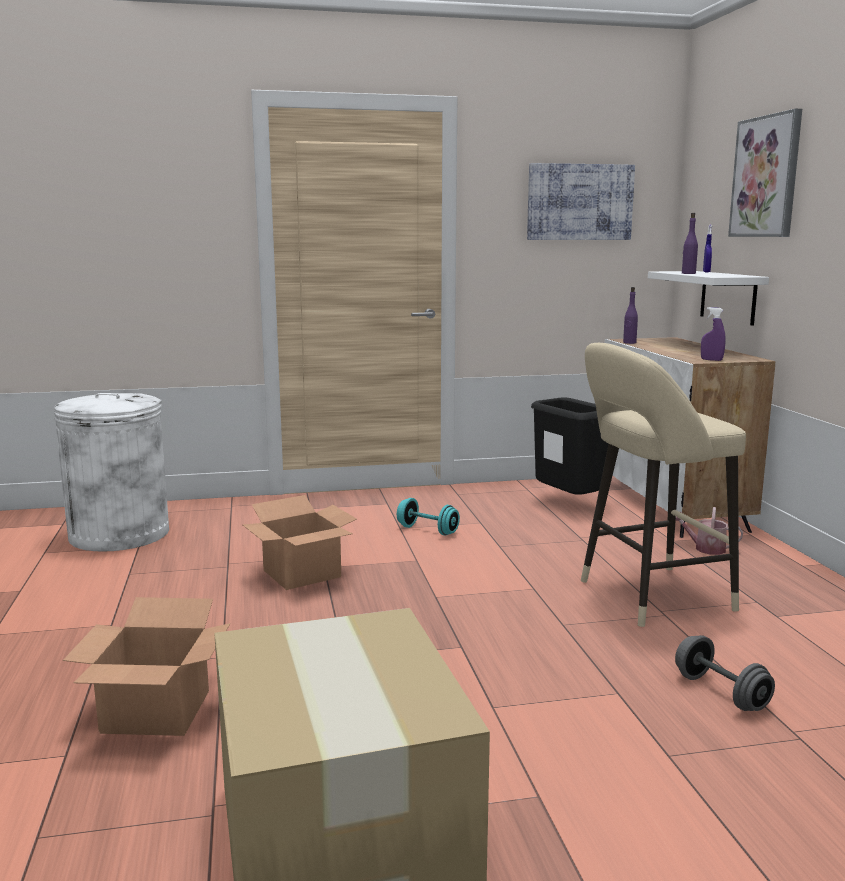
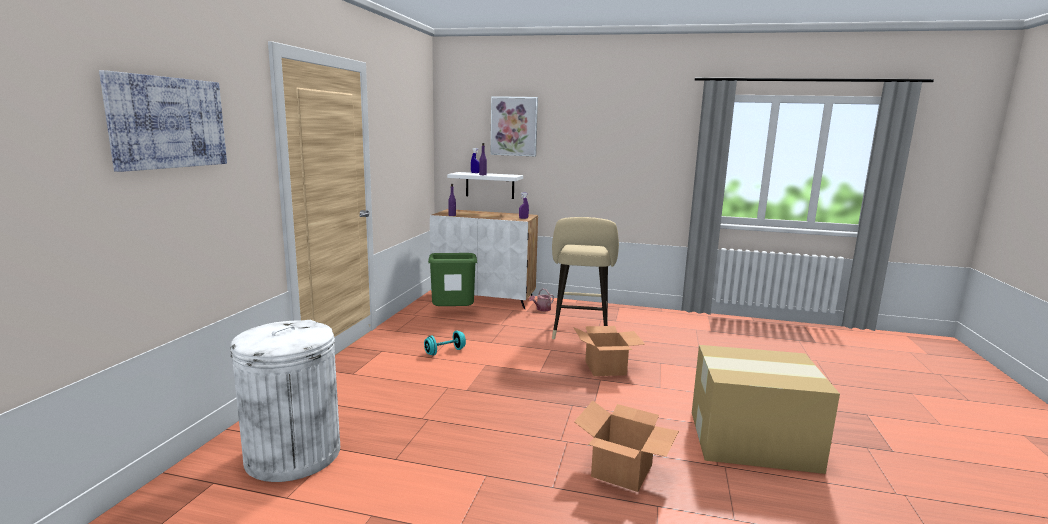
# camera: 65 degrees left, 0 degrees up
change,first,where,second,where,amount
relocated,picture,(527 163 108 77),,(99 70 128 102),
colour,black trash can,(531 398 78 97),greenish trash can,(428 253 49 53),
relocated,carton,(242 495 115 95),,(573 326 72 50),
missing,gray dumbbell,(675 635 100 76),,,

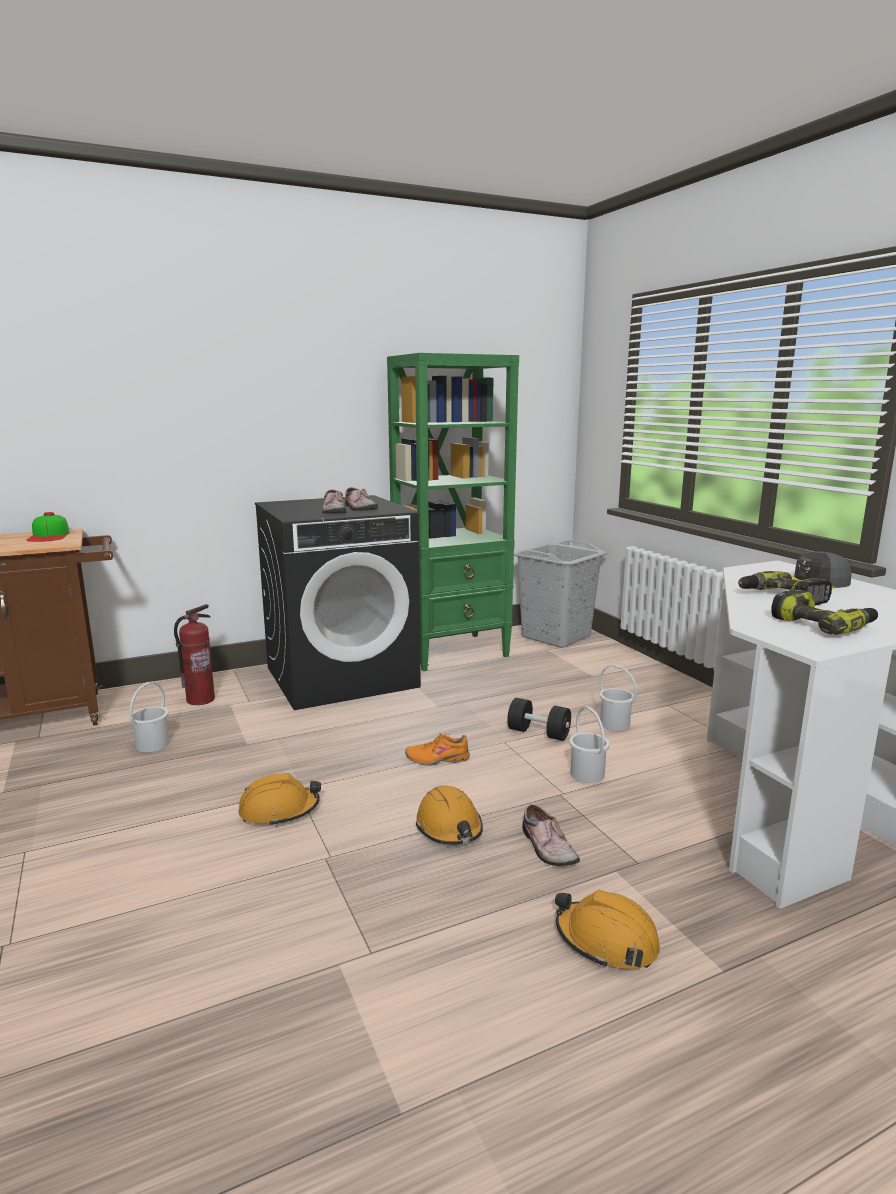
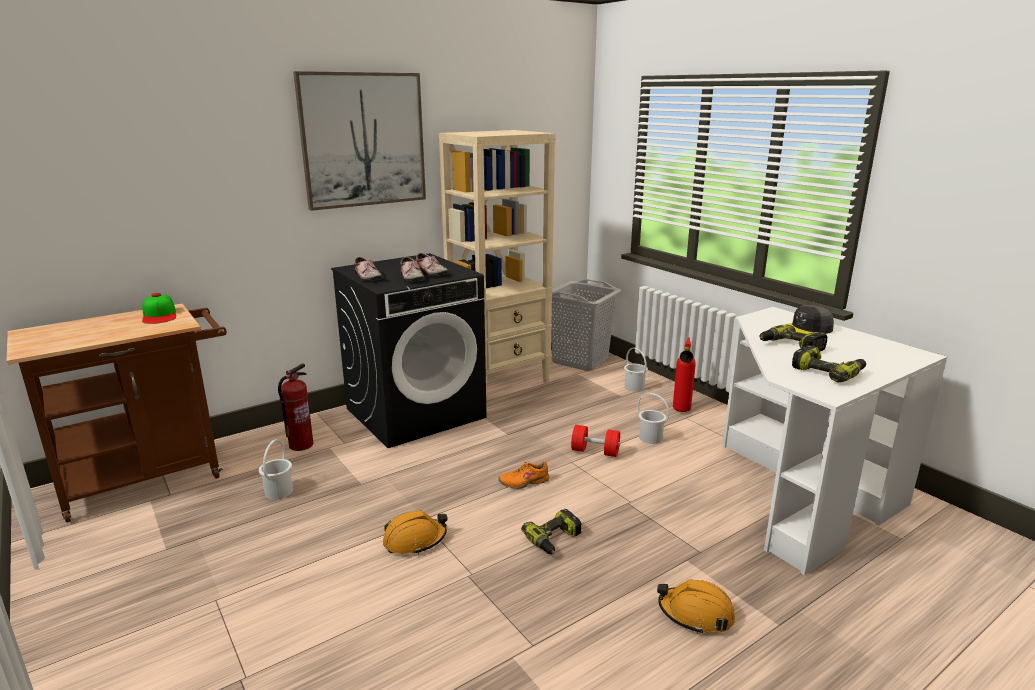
# camera: 10 degrees left, 5 degrees up
change,first,where,second,where,amount
colour,greenish bookshelf,(387 353 132 318),beige-coloured bookshelf,(439 130 117 267),
colour,black dumbbell,(507 698 64 43),reddish dumbbell,(571 425 49 32),
relocated,white-coloured water bucket,(569 706 41 77),,(624 348 24 44),
exchanged,orange hard hat,(416 785 67 60),drill,(521 509 60 45),
relocated,shoe,(522 804 58 62),,(354 257 30 24),
appeared,,,picture,(293 71 133 140),
appeared,,,fire-fighting cylinder,(673 337 23 75),

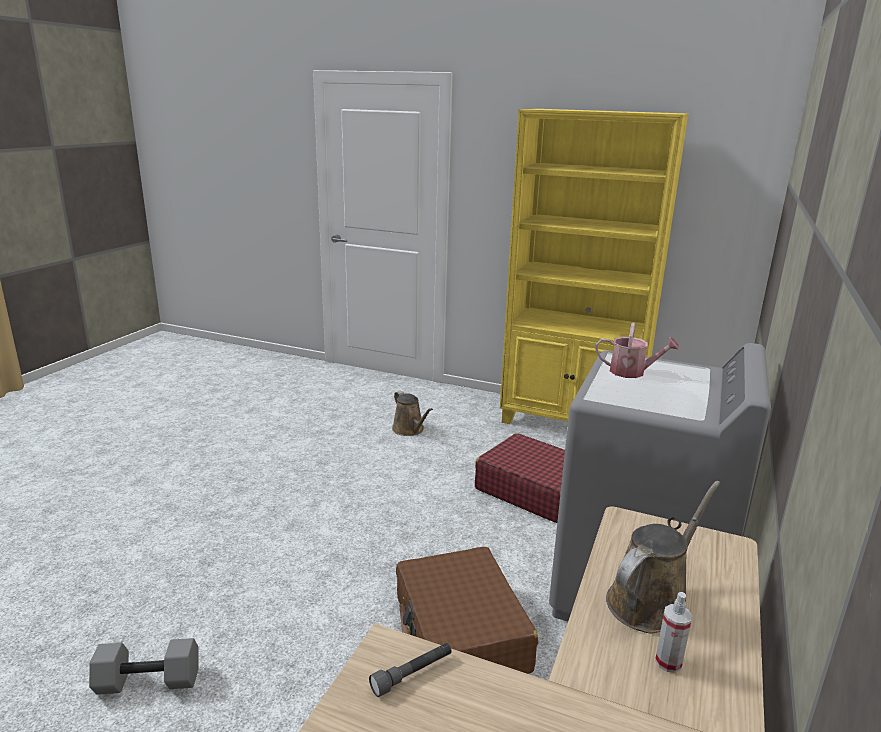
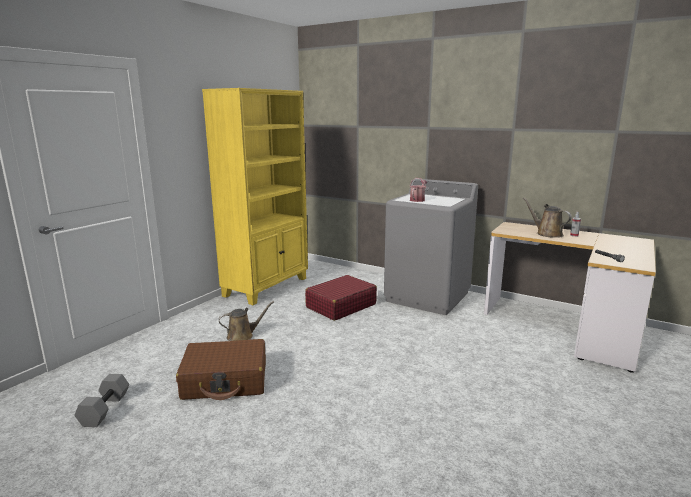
# camera: 80 degrees left, 5 degrees down
change,first,where,second,where,amount
relocated,brownish piece of luggage,(396 547 142 127),,(176 339 90 61),
relocated,gray dumbbell,(89 638 109 57),,(74 374 55 53),

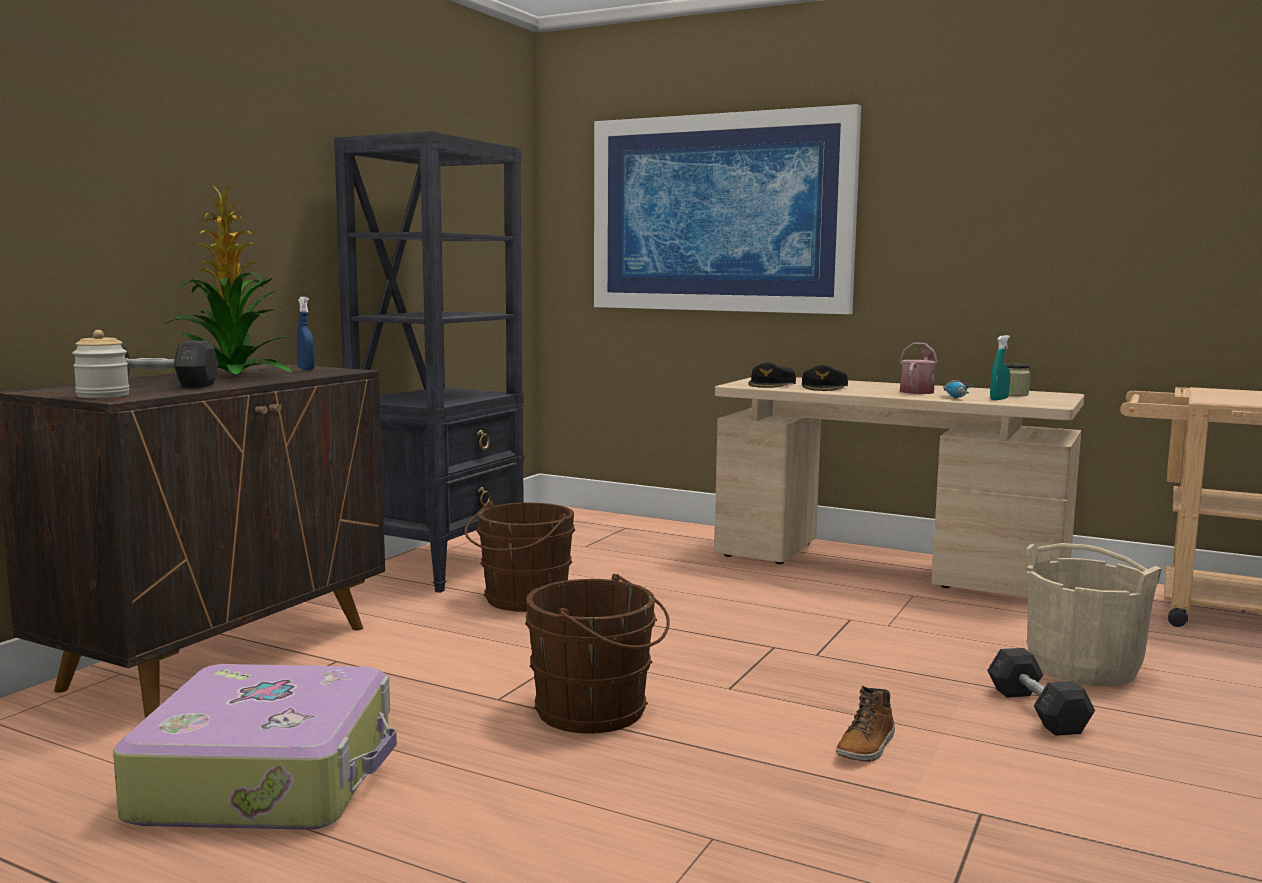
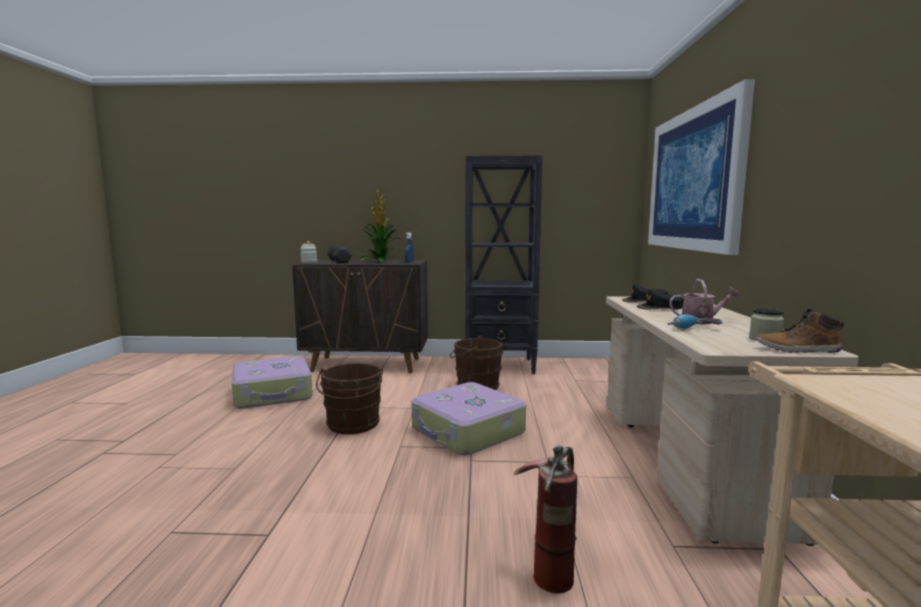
# camera: 65 degrees right, 0 degrees up
change,first,where,second,where,amount
missing,turquoise-coloured sprayer,(990 335 20 65),,,
exchanged,beige-coloured water bucket,(1026 543 136 143),fire-fighting cylinder,(514 445 63 149),
missing,gray dumbbell,(987 648 108 88),,,
relocated,high-top boot,(836 686 59 76),,(756 309 88 44),
appeared,,,piece of luggage,(412 382 114 74),

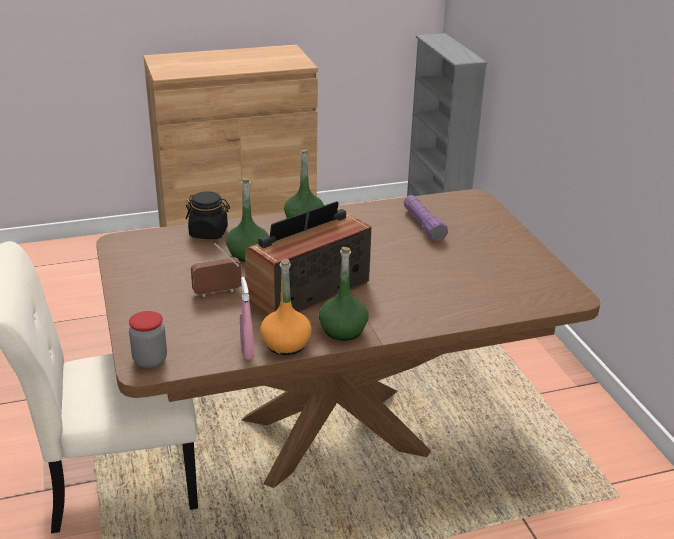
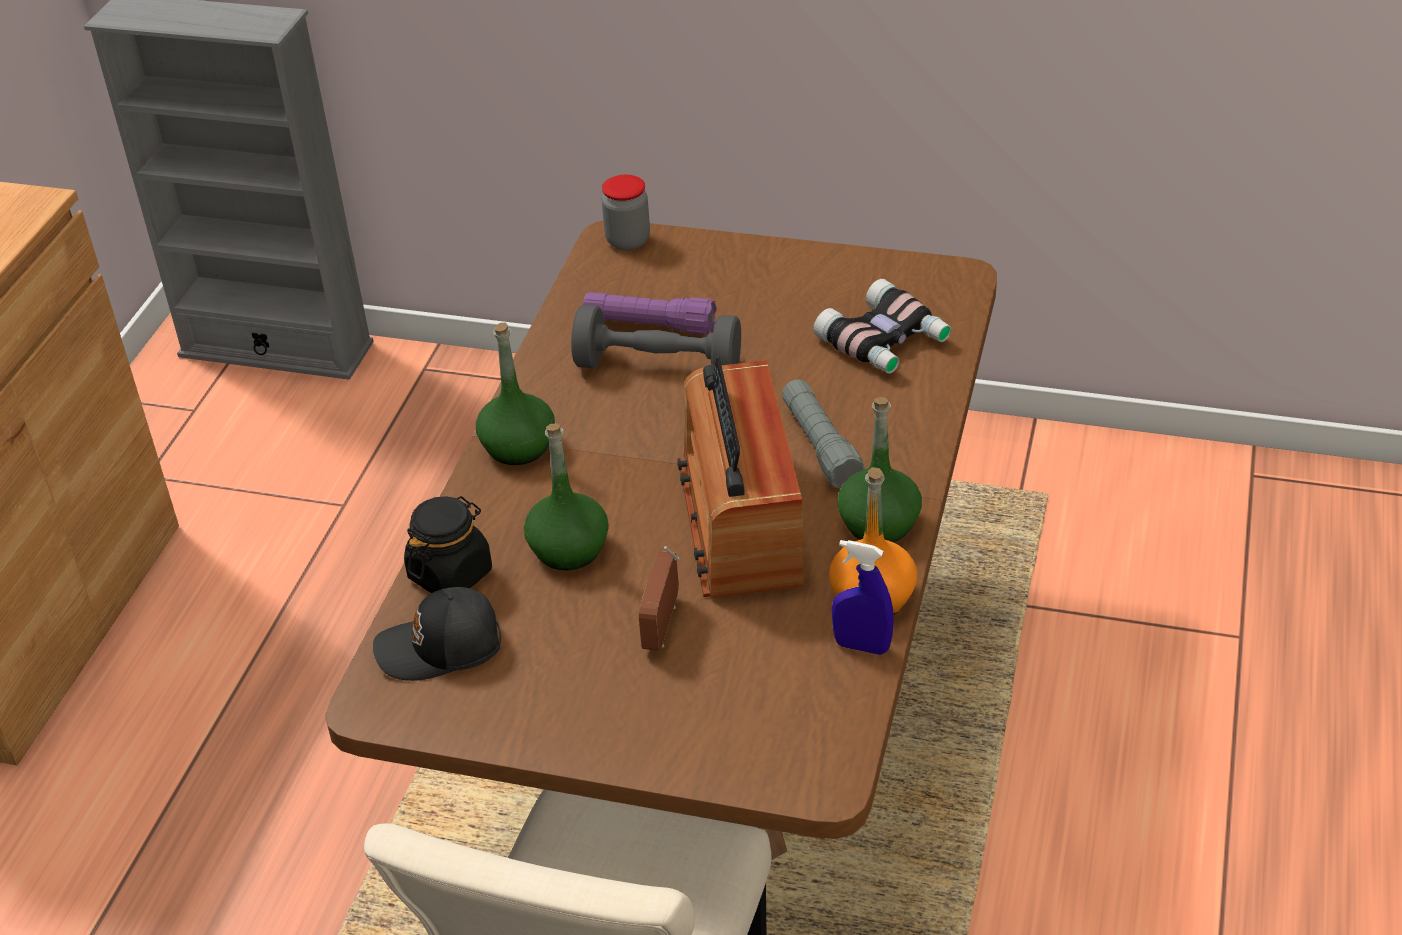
# camera: 55 degrees left, 10 degrees up
change,first,where,second,where,amount
colour,pink sprayer,(240 277 14 83),blue-coloured sprayer,(832 540 62 115),
relocated,storage jar,(129 311 38 57),,(601 175 49 75),
appeared,,,binoculars,(813 279 138 94),
appeared,,,gray dumbbell,(571 305 170 63),
appeared,,,gray flashlight,(782 379 83 110),
appeared,,,black cap,(373 587 128 94),

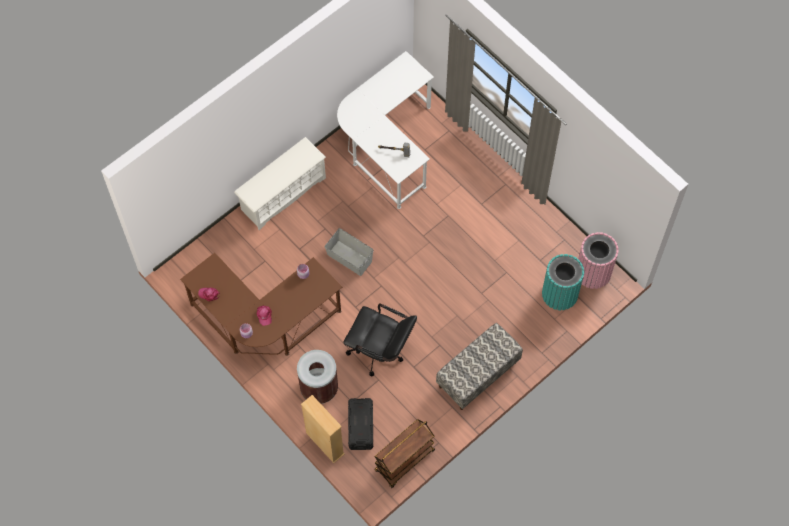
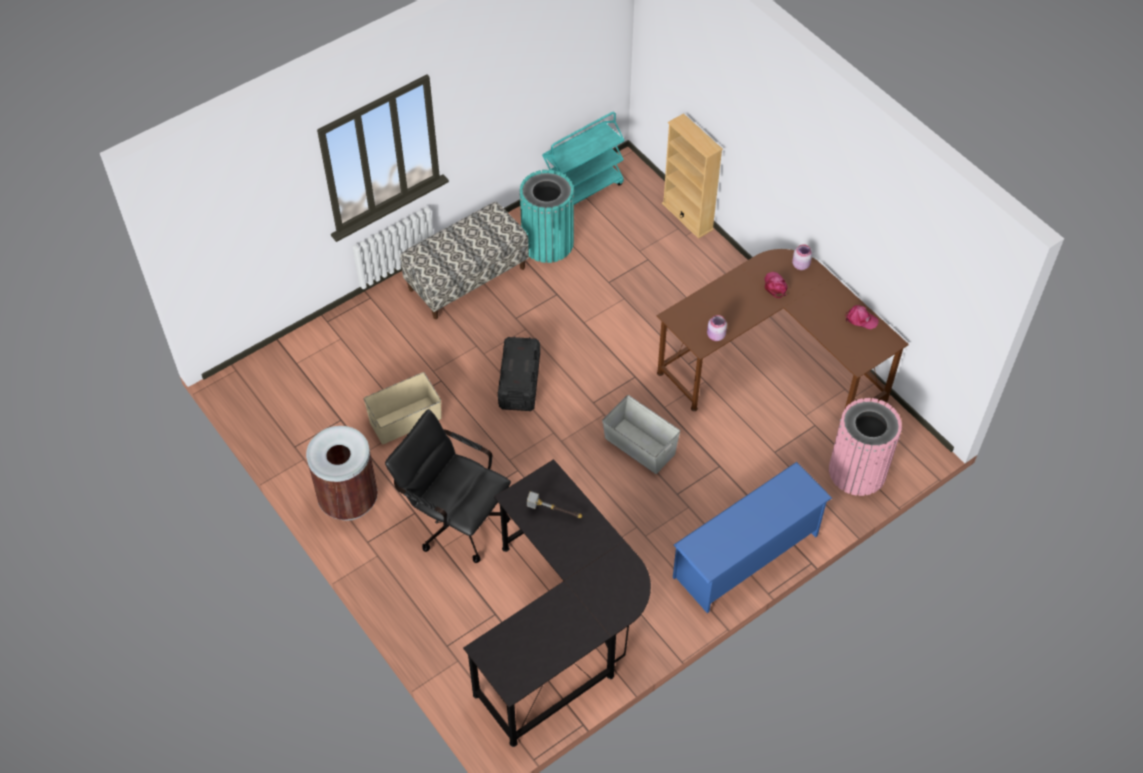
# camera: 175 degrees left, 10 degrees down
change,first,where,second,where,amount
colour,white-coloured desk unit,(337 51 97 158),black desk unit,(463 459 188 288),
colour,white-coloured shoe shelf,(234 137 92 93),blue-coloured shoe shelf,(673 462 159 151),
relocated,pink trash can,(578 232 40 57),,(829 398 73 98),
relocated,turquoise-coloured trash can,(542 254 42 56),,(519 170 55 93),
relocated,black desk chair,(343 303 74 73),,(385 409 126 154),
relocated,brownish trash can,(297 350 41 54),,(306 426 72 95),
relocated,black storage container,(348 398 25 52),,(498 336 42 75),
colour,brownish wheeled cart,(374 419 61 69),turquoise-coloured wheeled cart,(542 112 82 93),
appeared,,,beige-coloured storage container,(364 372 78 72),

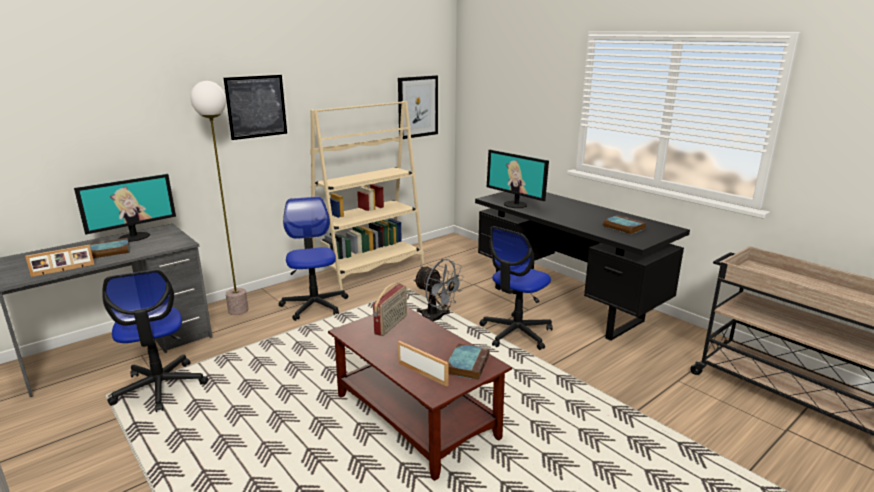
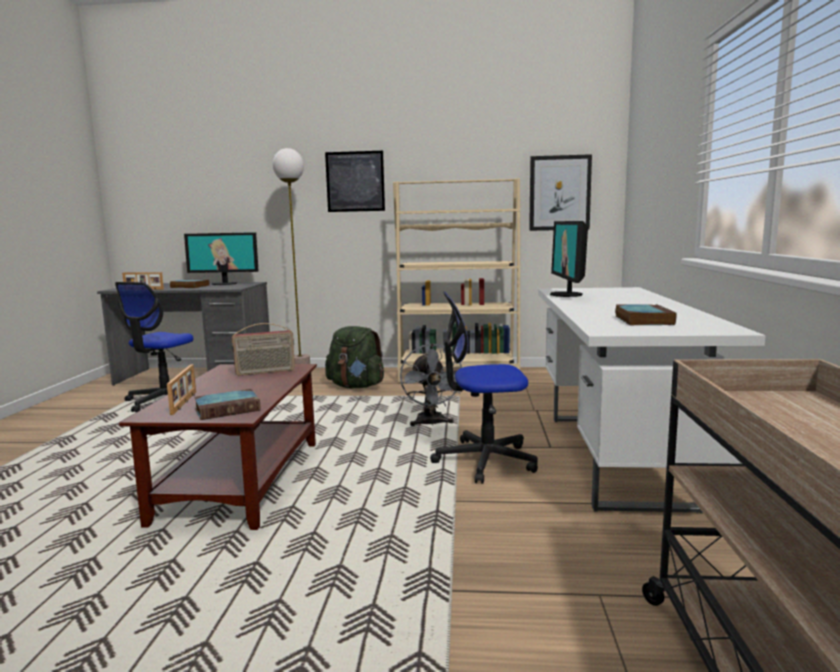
# camera: 45 degrees right, 10 degrees down
change,first,where,second,where,amount
colour,black desk unit,(475 192 215 149),white-coloured desk unit,(538 287 228 227),
exchanged,desk chair,(279 196 69 125),greenish rucksack,(325 326 59 62),

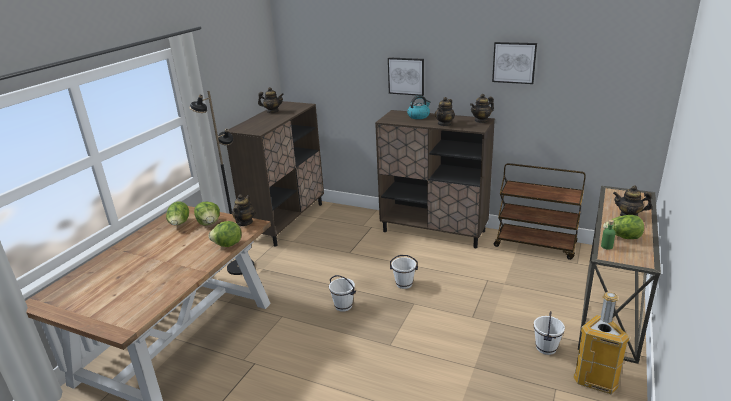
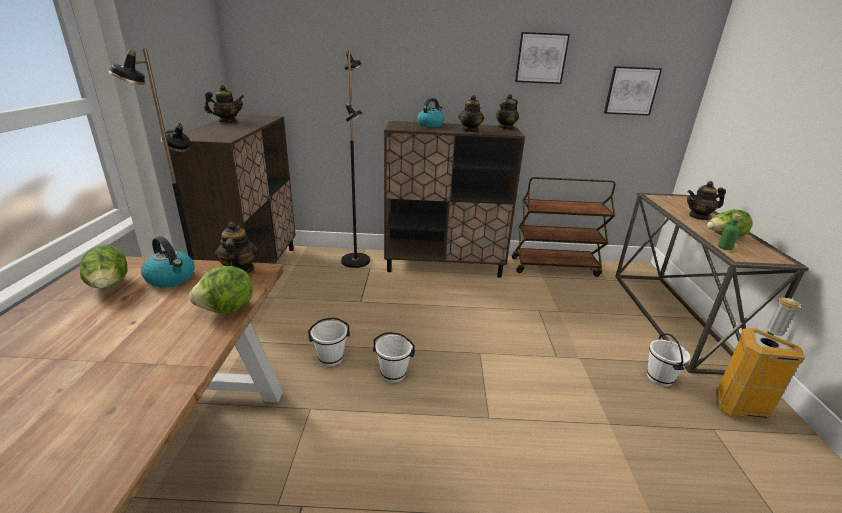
# camera: 25 degrees left, 0 degrees up
change,first,where,second,where,amount
relocated,picture,(388 57 36 39),,(604 66 58 50),
exchanged,lettuce,(194 202 26 23),kettle,(141 236 54 51),
relocated,white-coloured water bucket,(390 255 28 34),,(308 318 42 49),
appeared,,,black standing lamp,(341 50 29 218),

